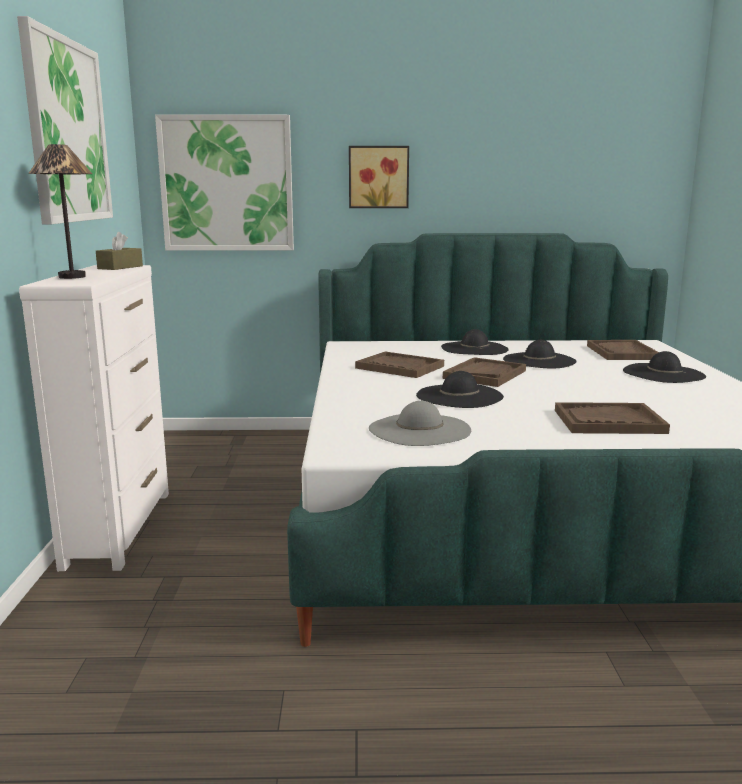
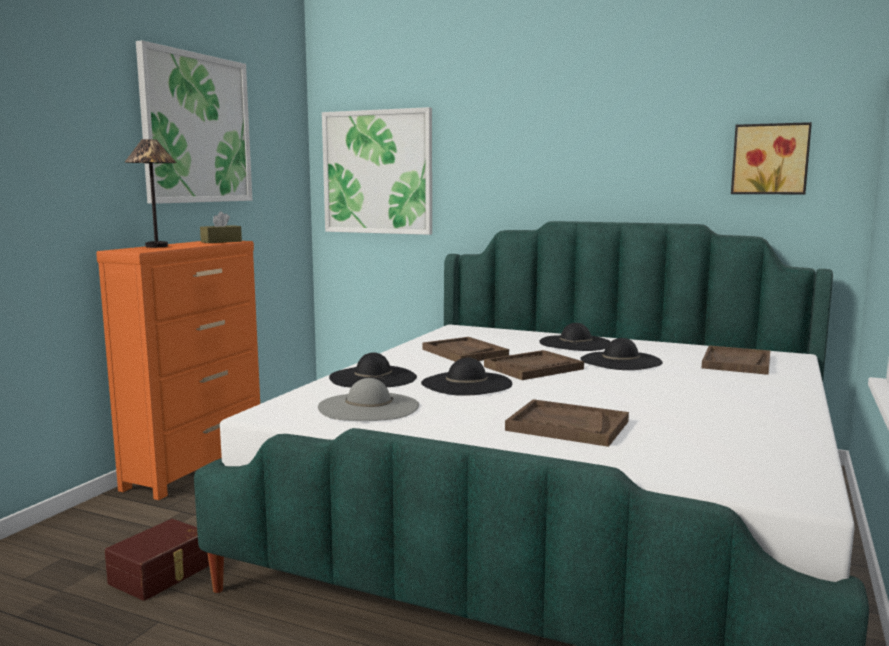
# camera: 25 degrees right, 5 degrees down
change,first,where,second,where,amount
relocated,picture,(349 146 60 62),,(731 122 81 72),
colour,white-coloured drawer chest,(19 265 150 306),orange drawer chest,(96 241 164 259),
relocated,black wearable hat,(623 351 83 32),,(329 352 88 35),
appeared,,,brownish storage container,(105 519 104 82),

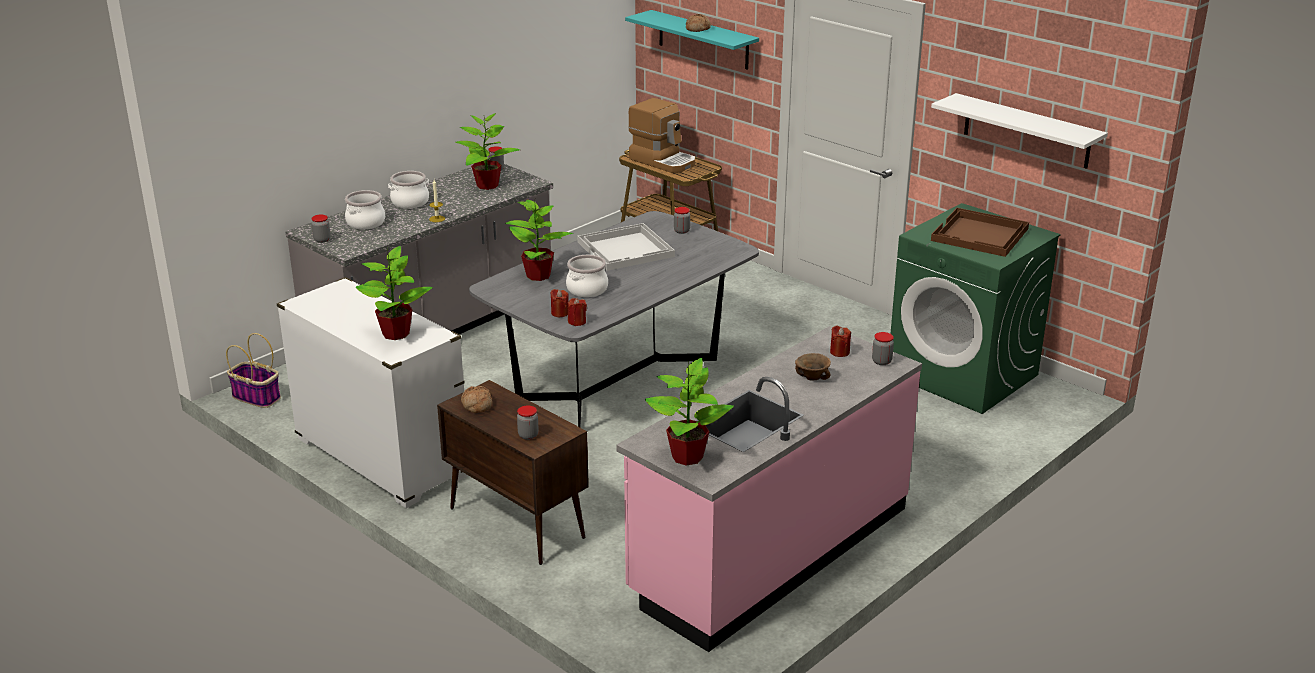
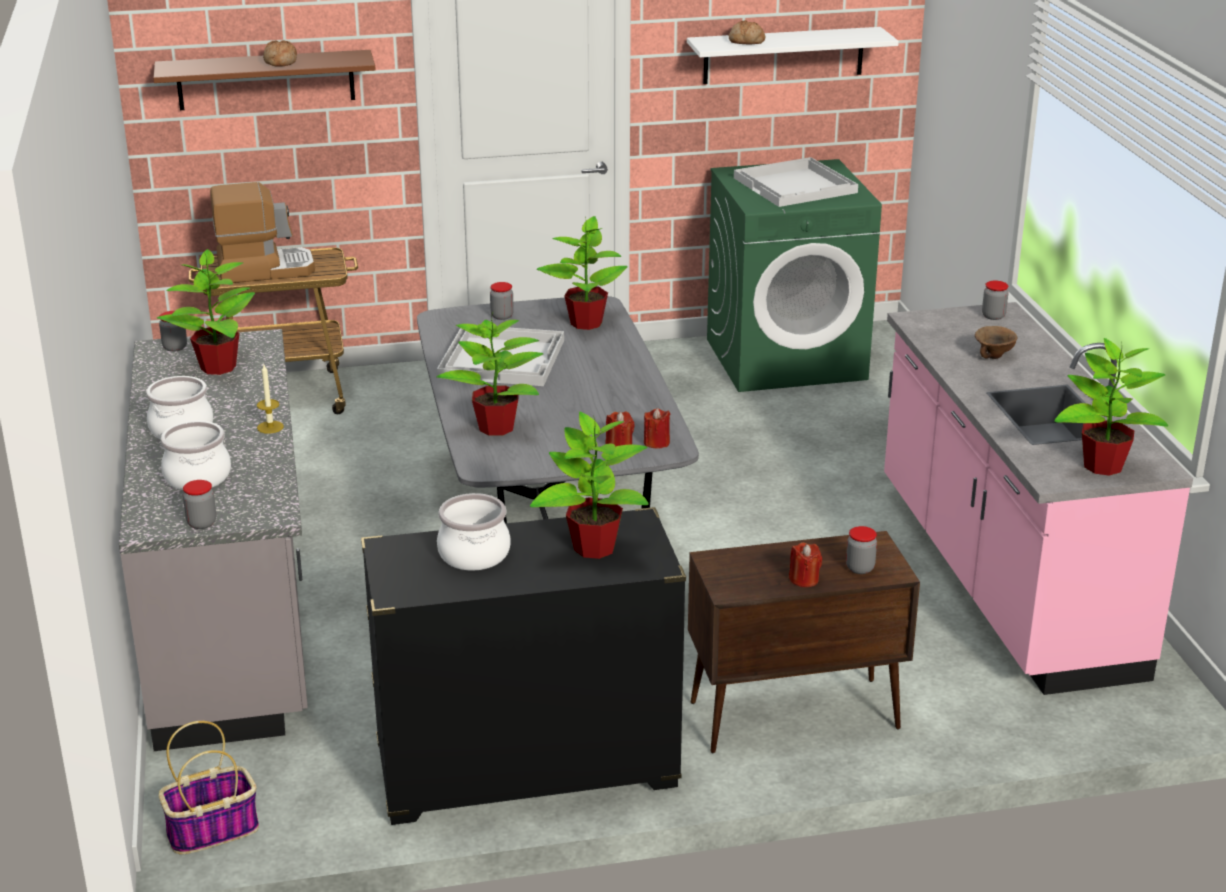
# camera: 55 degrees left, 0 degrees up
change,first,where,second,where,amount
colour,turquoise-coloured wall shelf,(625 10 134 60),brownish wall shelf,(153 50 223 60),
colour,brownish carrying tray,(931 208 98 49),white-coloured carrying tray,(734 157 124 50),
relocated,stockpot,(566 255 42 42),,(437 493 74 77),
colour,white-coloured drawer chest,(277 277 191 231),black drawer chest,(361 507 325 318),
relocated,reddish wax light,(830 325 21 32),,(789 542 33 45),
relocated,baked bread,(461 386 31 27),,(729 20 36 24),
appeared,,,plant in a pot,(537 216 91 114),

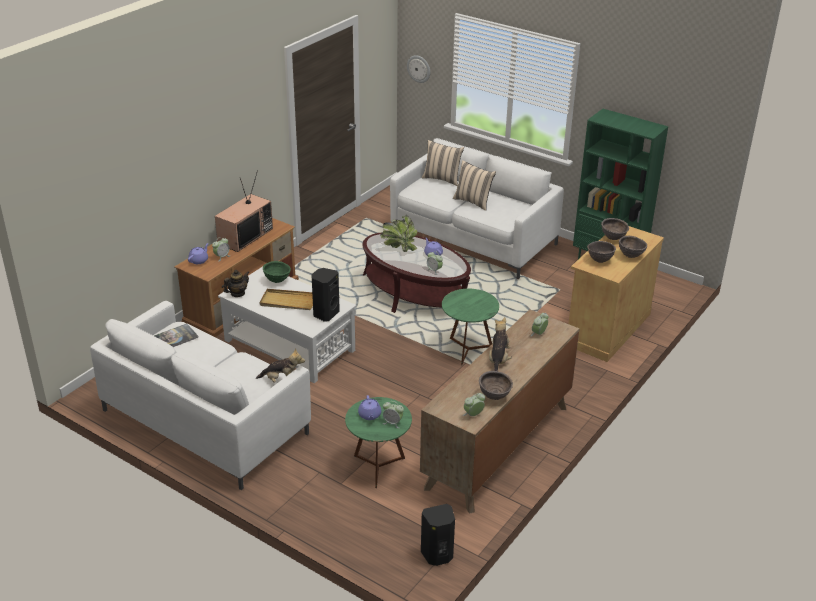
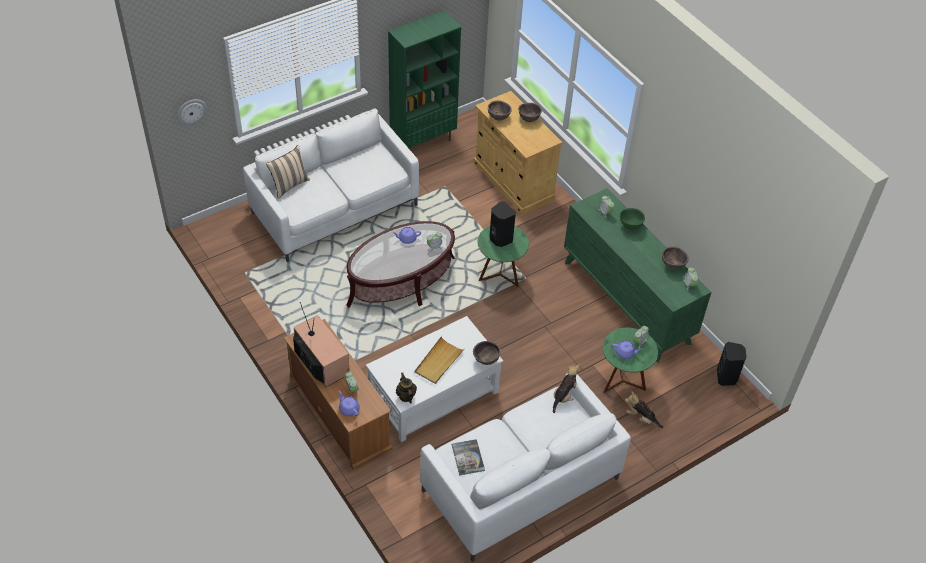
# camera: 70 degrees left, 15 degrees up
change,first,where,second,where,amount
missing,beige-coloured pillow,(453 160 43 51),,,
missing,plant in a pot,(380 215 38 37),,,
relocated,brownish bowl,(587 241 29 22),,(473 341 28 24),
relocated,greenish bowl,(263 261 28 22),,(620 208 25 22),
relocated,black loudspeaker,(311 268 29 54),,(490 202 26 45),
colour,brownish drawer chest,(420 309 160 205),greenish drawer chest,(564 188 147 175),
relocated,cuddly toy,(489 317 23 54),,(625 391 38 37),

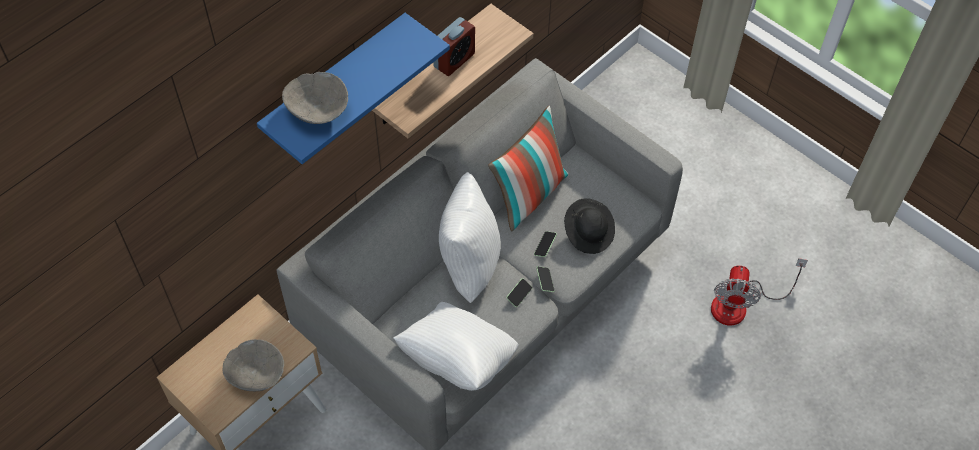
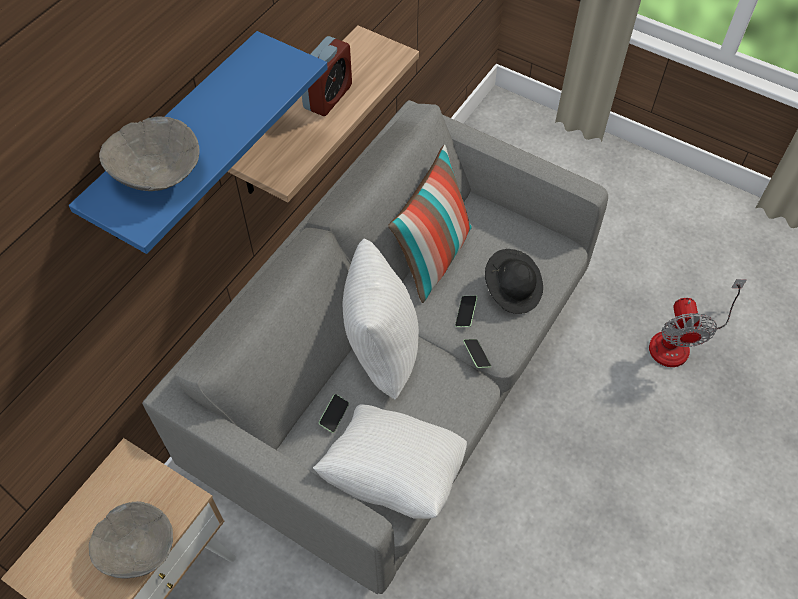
# camera: 10 degrees left, 0 degrees up
change,first,where,second,where,amount
relocated,handset,(506 278 26 29),,(319 394 30 39),

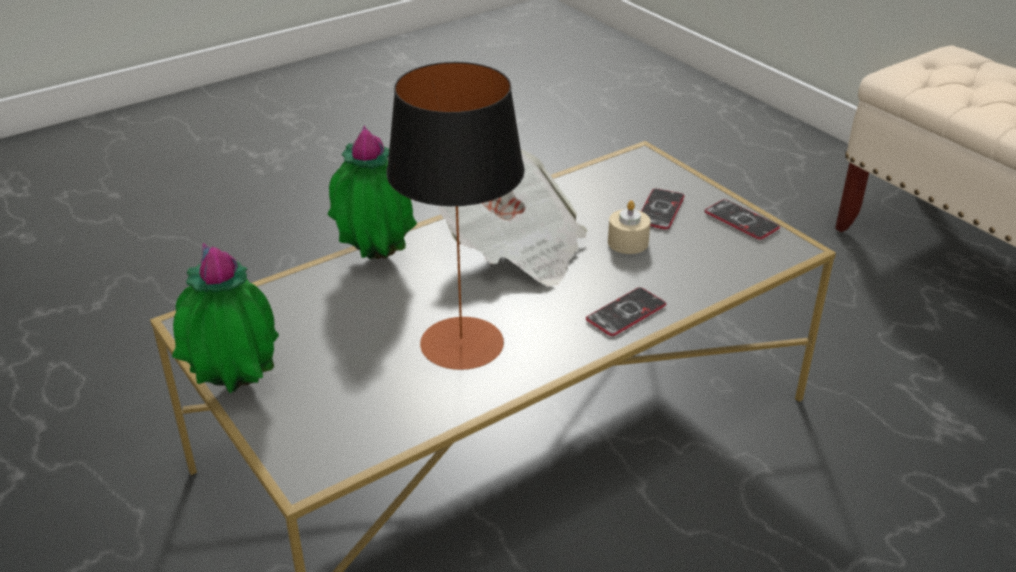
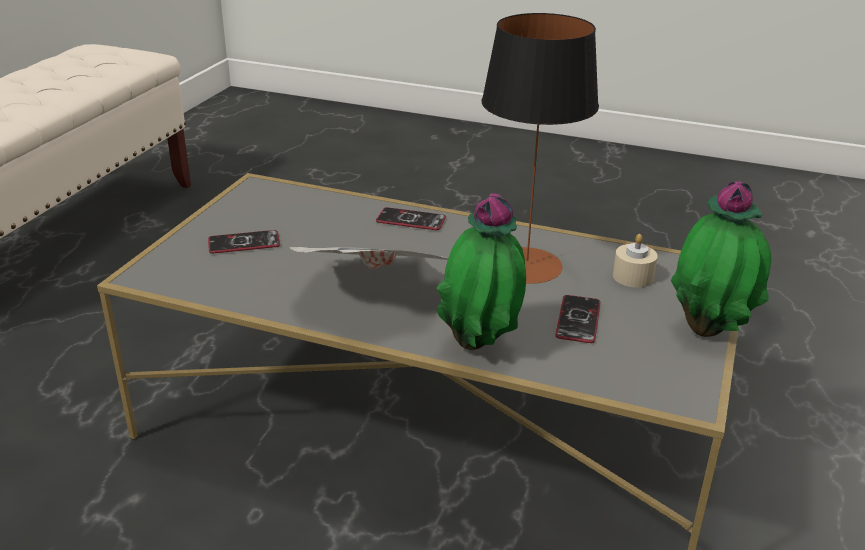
# camera: 125 degrees left, 5 degrees down
change,first,where,second,where,amount
relocated,handset,(705 199 75 41),,(555 295 45 48),
relocated,beige-coloured wax light,(608 200 43 54),,(613 234 45 54),

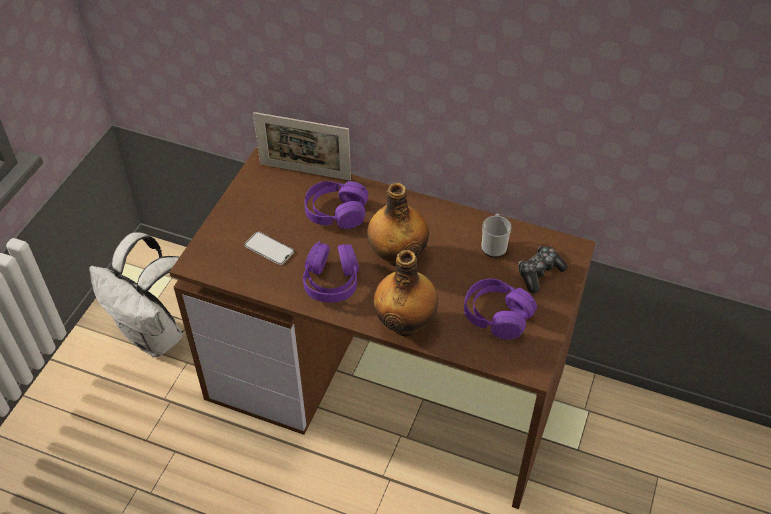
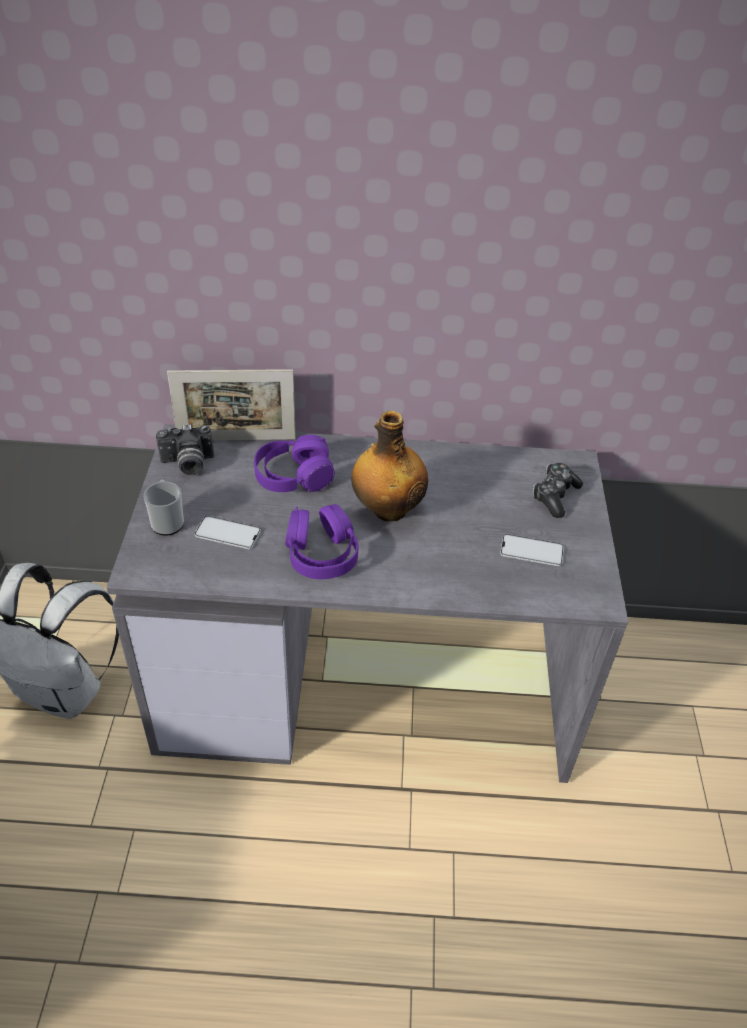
# camera: 20 degrees left, 5 degrees down
change,first,where,second,where,amount
colour,brownish desk unit,(169 148 427 361),gray desk unit,(106 424 522 359),
relocated,mug,(481 214 31 43),,(143 480 41 56),
missing,bottle,(373 250 65 86),,,
exchanged,purple-coloured headphones,(464 279 73 61),handset,(500 534 64 32),
appeared,,,still camera,(156 424 58 51),

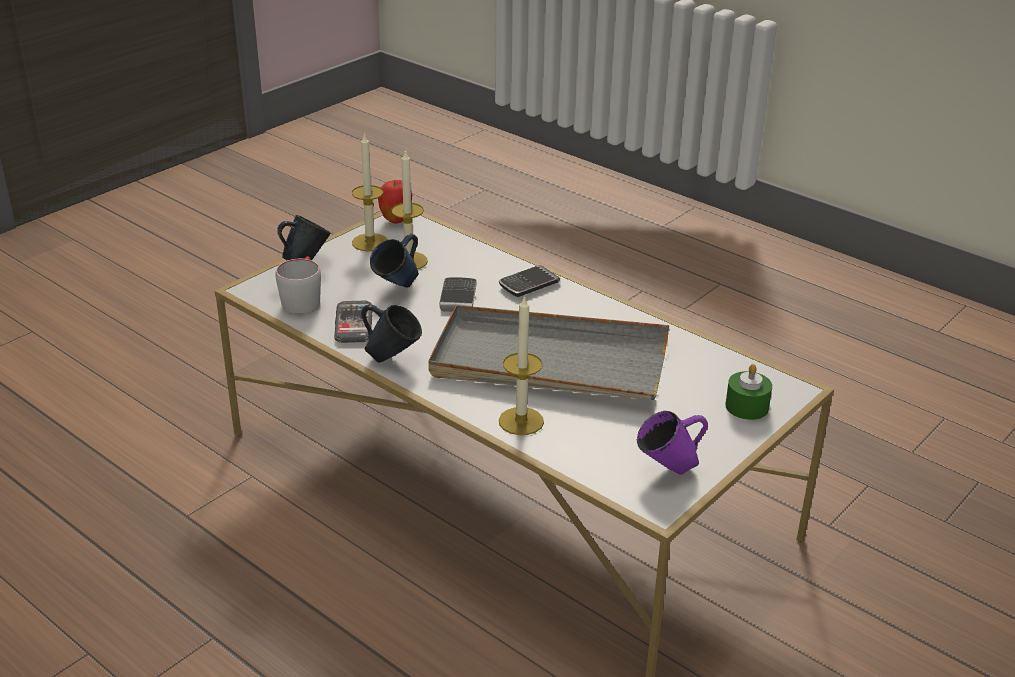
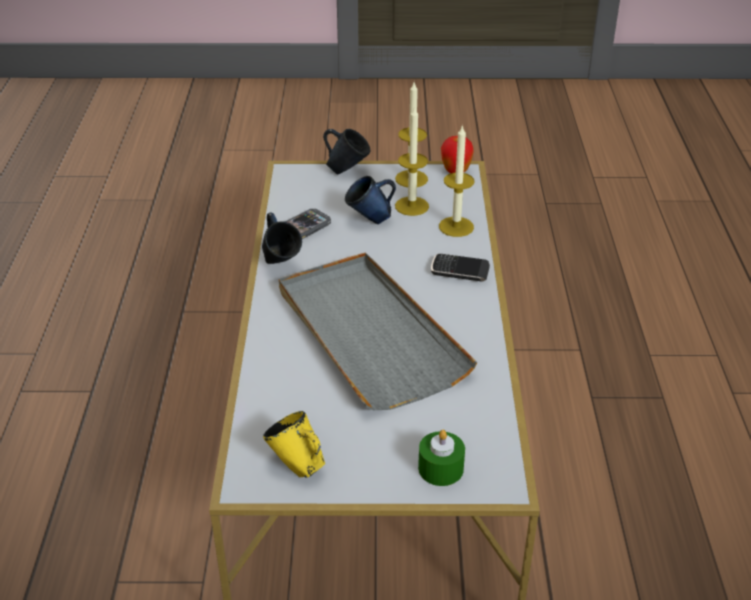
# camera: 50 degrees right, 5 degrees up
change,first,where,second,where,amount
missing,gray mug,(275 256 46 58),,,
missing,handset,(439 277 38 35),,,
relocated,wax light,(499 294 45 141),,(439 124 36 113),
colour,purple-coloured mug,(637 411 71 64),yellow mug,(263 411 62 66),

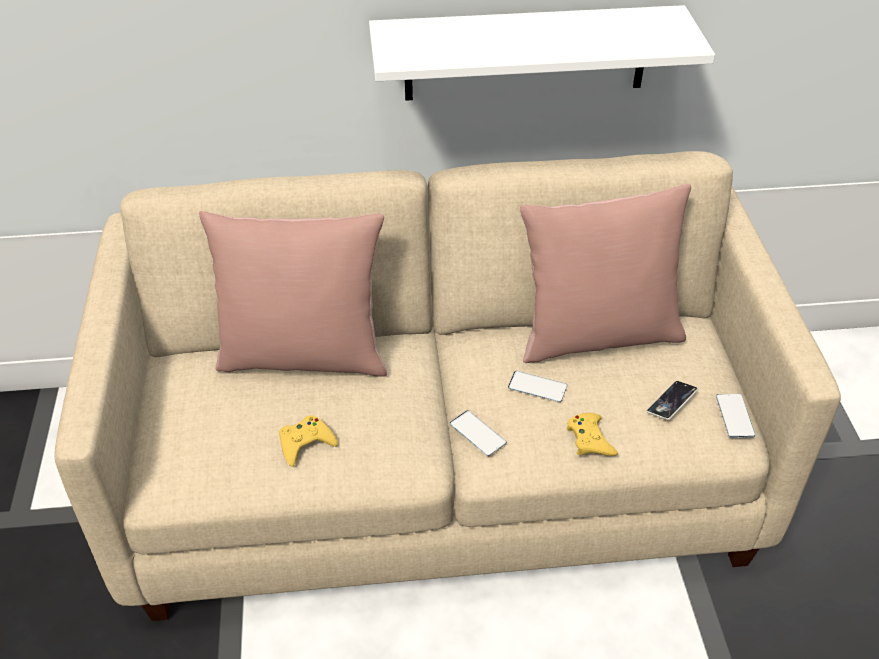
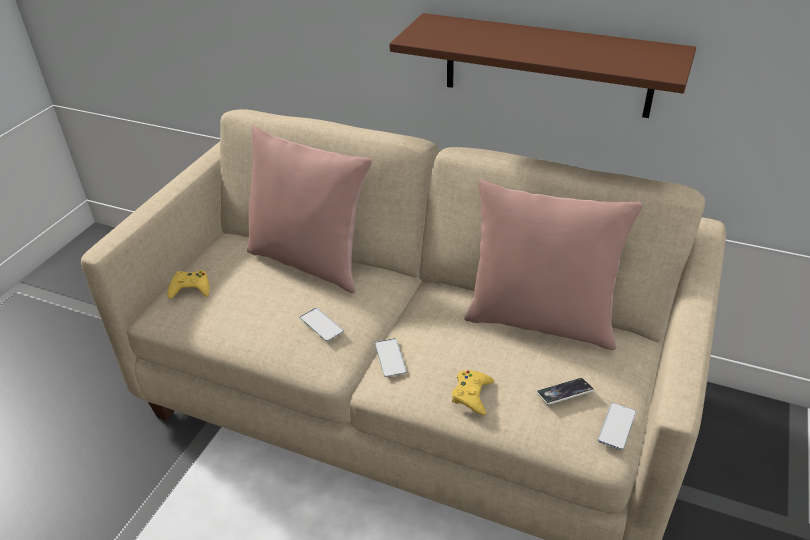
# camera: 30 degrees right, 5 degrees down
change,first,where,second,where,amount
colour,white-coloured wall shelf,(369 5 346 96),brownish wall shelf,(389 13 307 105),
relocated,handset,(508 371 60 31),,(300 308 44 33),
relocated,yellow gamepad,(279 415 59 52),,(167 270 43 29),

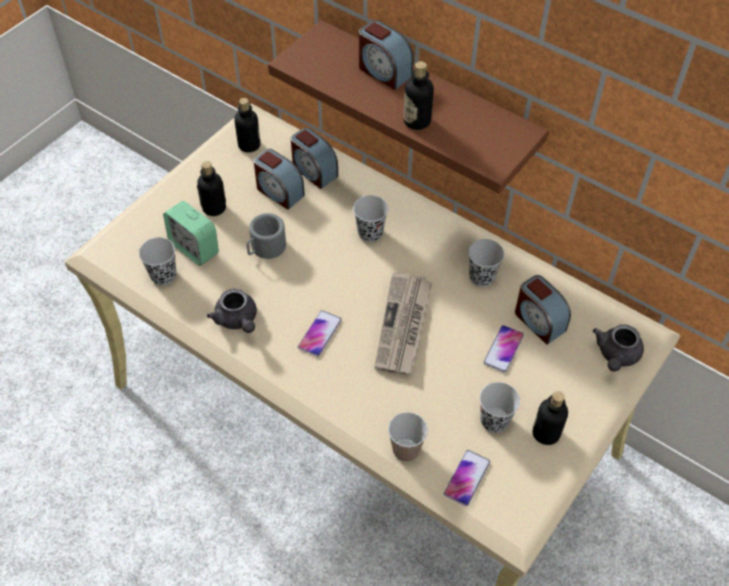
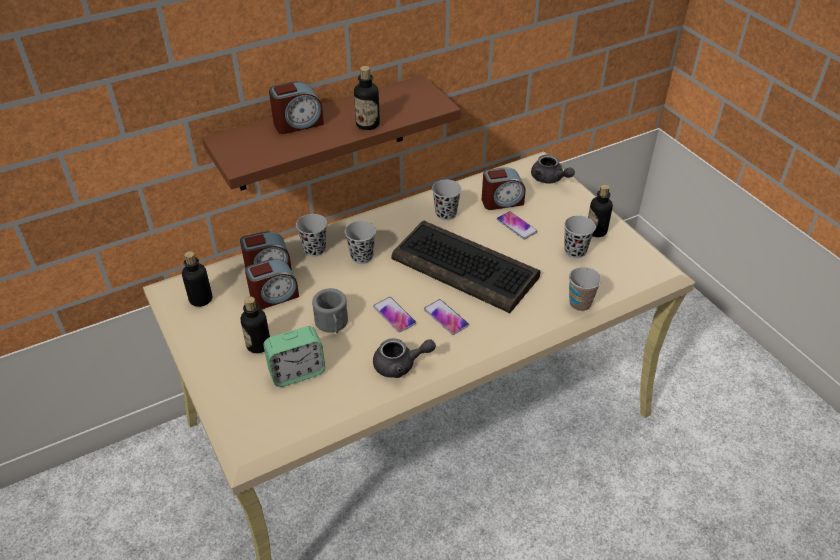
# camera: 65 degrees left, 10 degrees down
change,first,where,second,where,amount
relocated,black small cup,(139 237 37 48),,(296 214 31 43),
exchanged,printed paper,(374 273 58 101),keyboard,(391 221 149 92),
relocated,handset,(444 450 46 56),,(373 297 43 35),

